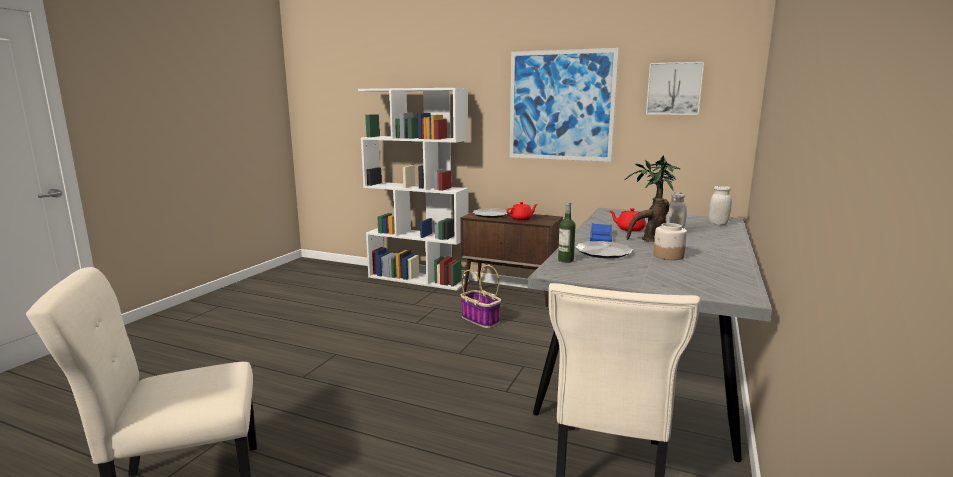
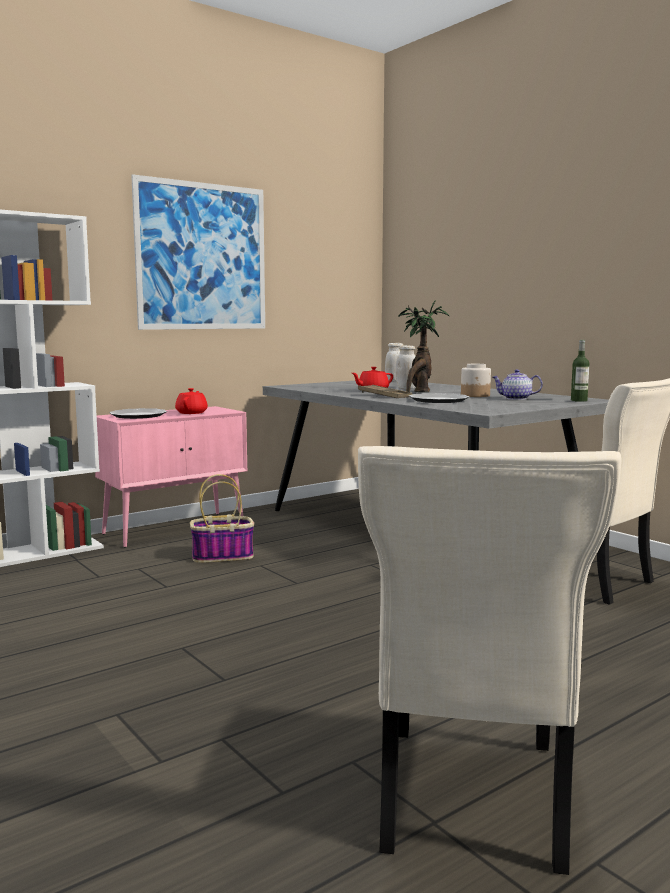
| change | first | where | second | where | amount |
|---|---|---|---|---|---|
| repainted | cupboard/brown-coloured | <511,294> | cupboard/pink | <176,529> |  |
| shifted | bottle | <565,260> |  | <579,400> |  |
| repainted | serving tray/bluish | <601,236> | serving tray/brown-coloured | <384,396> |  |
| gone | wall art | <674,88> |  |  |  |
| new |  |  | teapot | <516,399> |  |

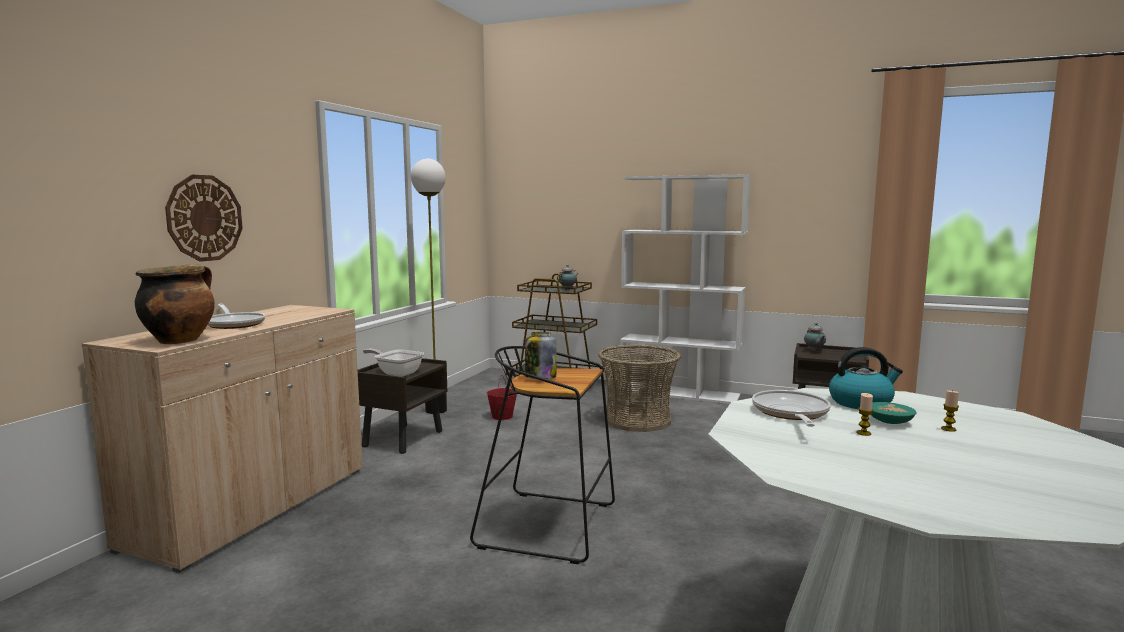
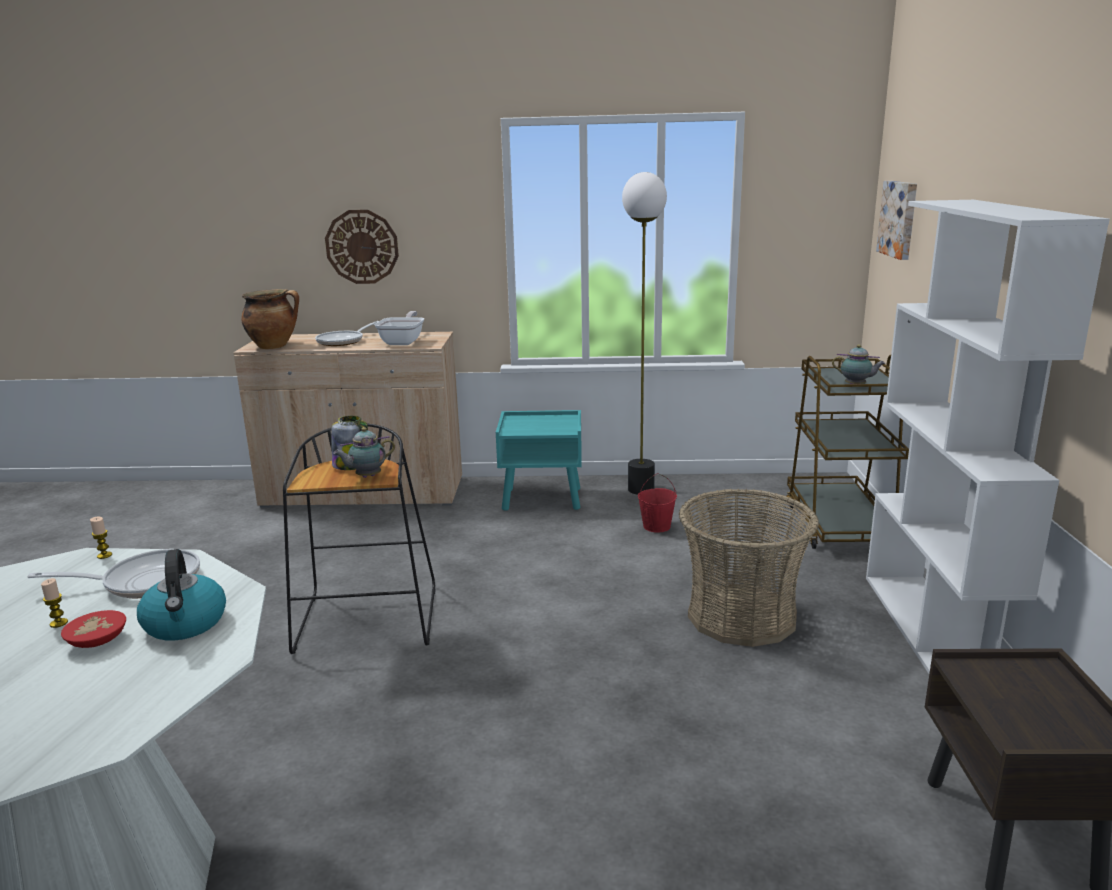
| change | first | where | second | where | amount |
|---|---|---|---|---|---|
| repainted | night table/brown-coloured | <403,438> | night table/blue-green | <543,499> |  |
| shifted | pan | <396,373> |  | <403,342> |  |
| shifted | teapot | <814,351> |  | <366,477> |  |
| repainted | serving bowl/blue-green | <891,422> | serving bowl/red-coloured | <95,642> |  |
| shifted | candle | <948,429> |  | <104,555> |  |
| new |  |  | wall art | <900,219> |  |

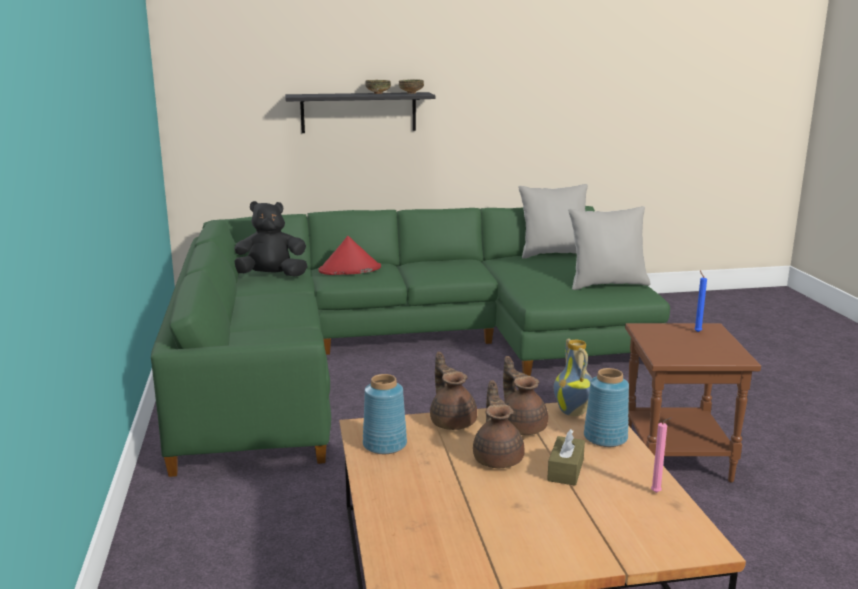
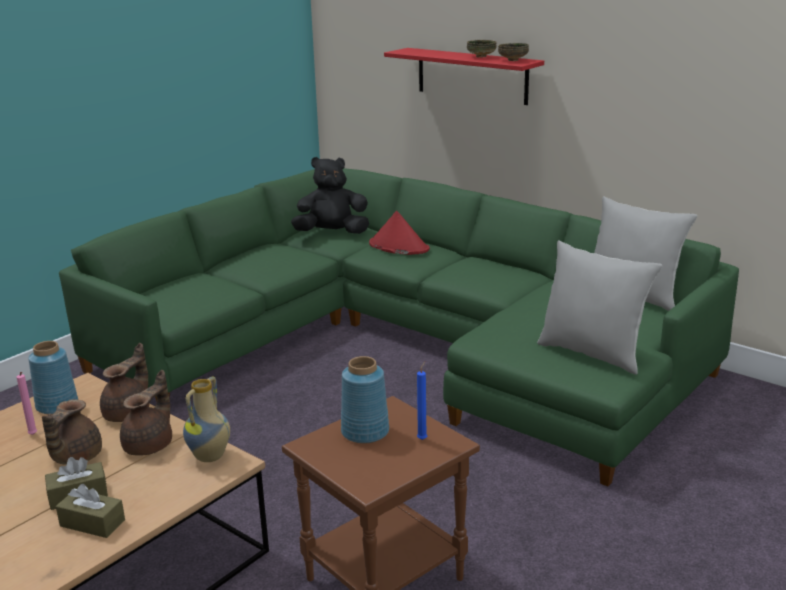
| change | first | where | second | where | amount |
|---|---|---|---|---|---|
| rotated | cuddly toy/blackish | <270,276> |  | <332,233> | 45 degrees counterclockwise |
| repainted | shelf/blackish | <358,112> | shelf/red-coloured | <472,75> |  |
| rotated | teapot/brown-coloured | <498,458> |  | <75,457> | 150 degrees clockwise |
| shifted | flower vase/bluish | <605,437> |  | <365,431> |  |
| shifted | candle/pink | <657,492> |  | <33,435> |  |
| new |  |  | tissue holder/brown-coloured | <92,523> |  |

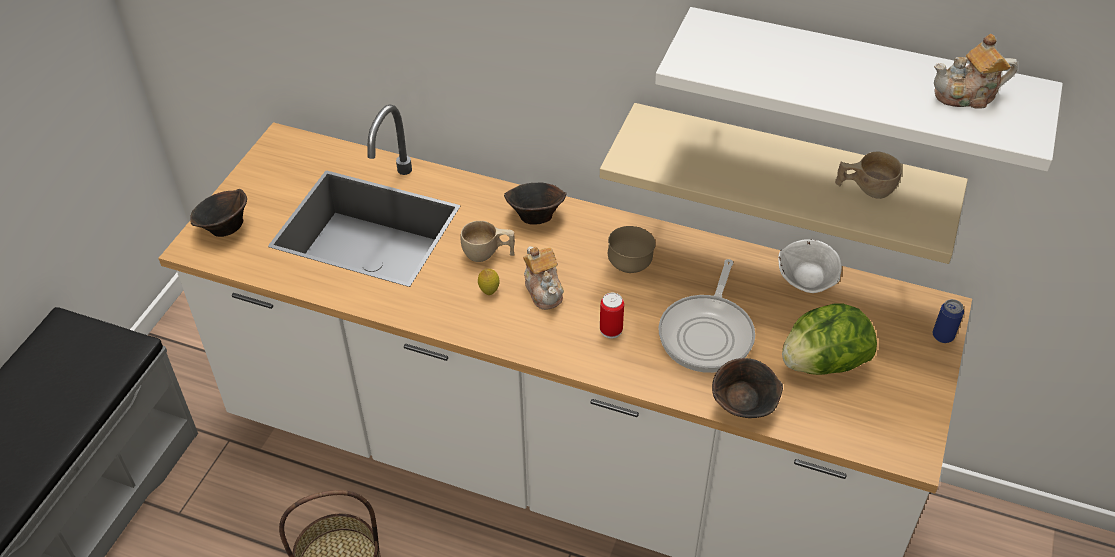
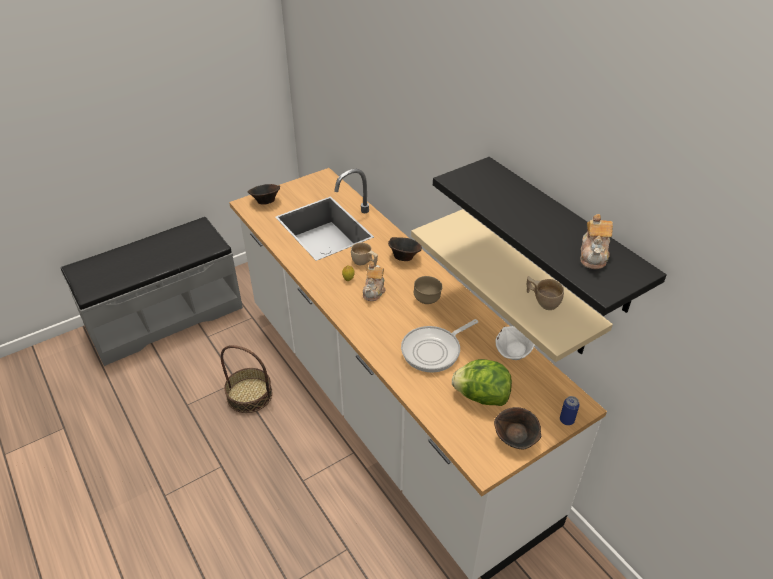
| change | first | where | second | where | amount |
|---|---|---|---|---|---|
| gone | metal can | <611,330> |  |  |  |
| repainted | shelf/white | <860,83> | shelf/blackish | <562,235> |  |
| shifted | serving bowl/brown-coloured | <744,405> |  | <516,439> |  |
| rotated | teapot | <967,95> |  | <593,255> | 105 degrees counterclockwise |

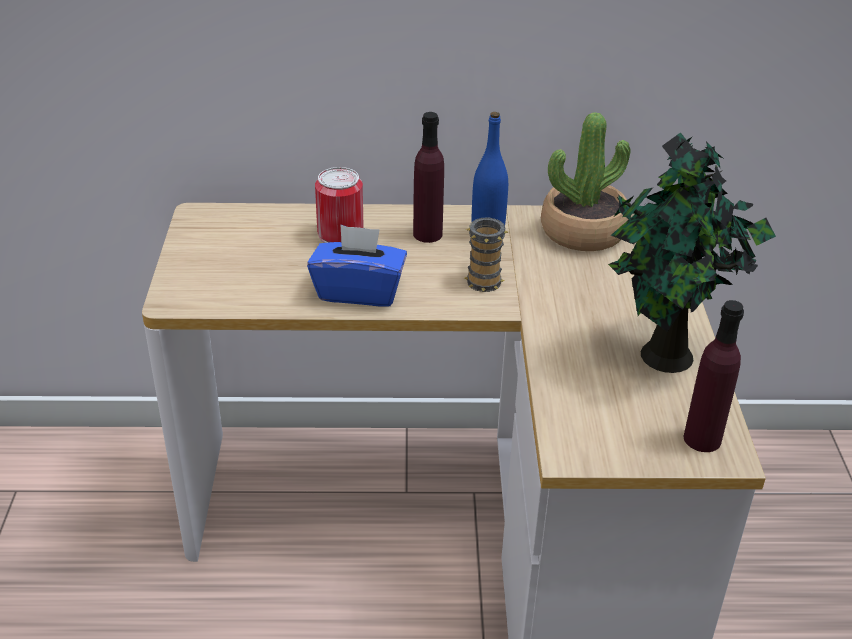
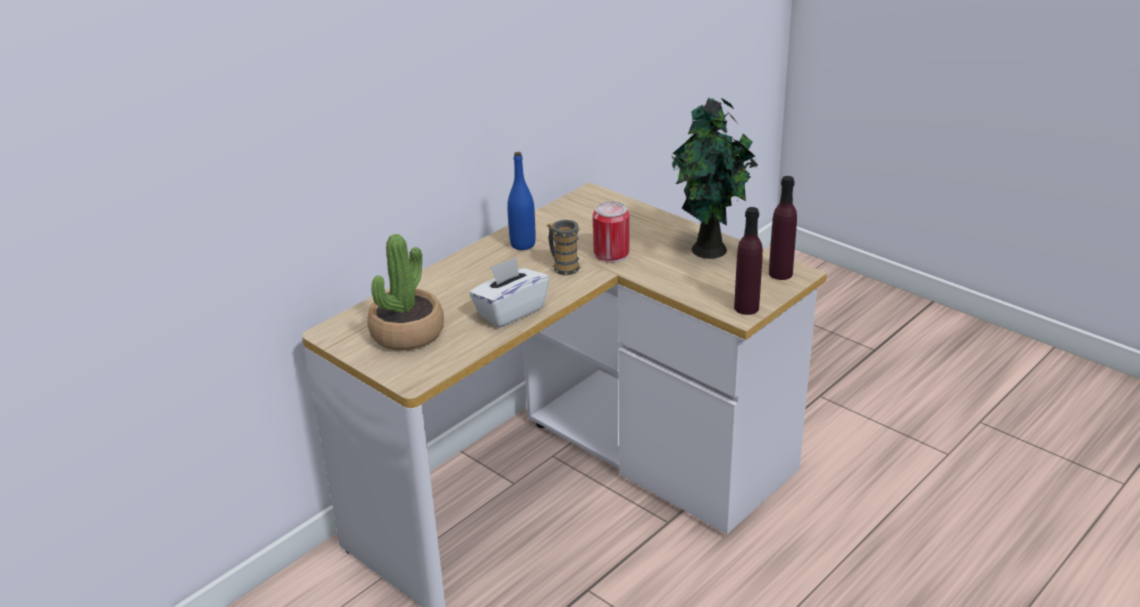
| change | first | where | second | where | amount |
|---|---|---|---|---|---|
| repainted | tissue holder/bluish | <359,291> | tissue holder/white | <510,311> |  |
| shifted | metal can | <340,234> |  | <611,253> |  |
| shifted | bottle/purple | <427,234> |  | <746,308> |  |
| shifted | plant in a pot | <583,231> |  | <407,333> |  |

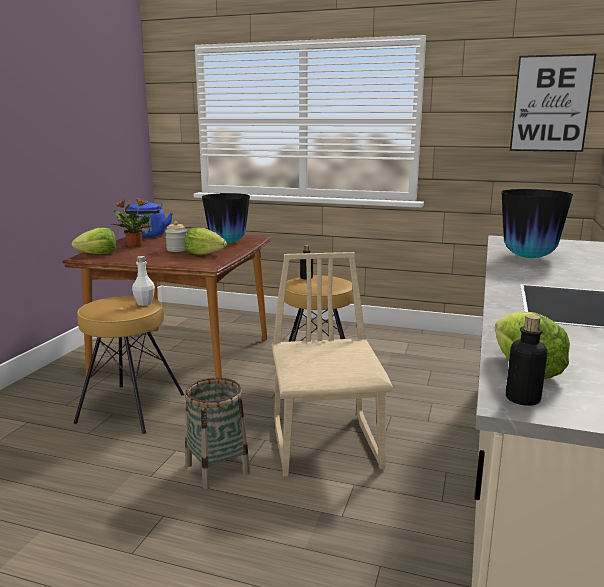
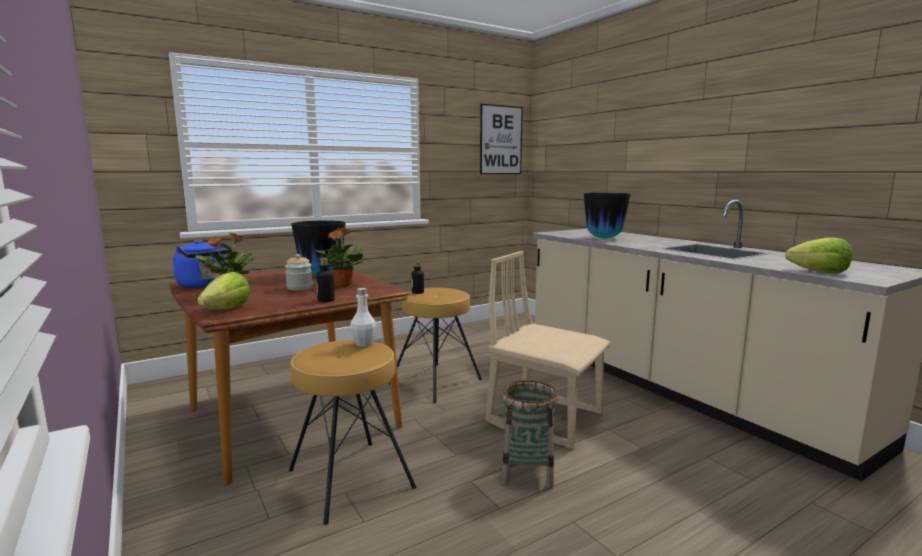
| change | first | where | second | where | amount |
|---|---|---|---|---|---|
| swapped | lettuce head | <204,254> | plant in a pot | <342,285> |  |
| shifted | bottle | <522,399> |  | <326,300> |  |

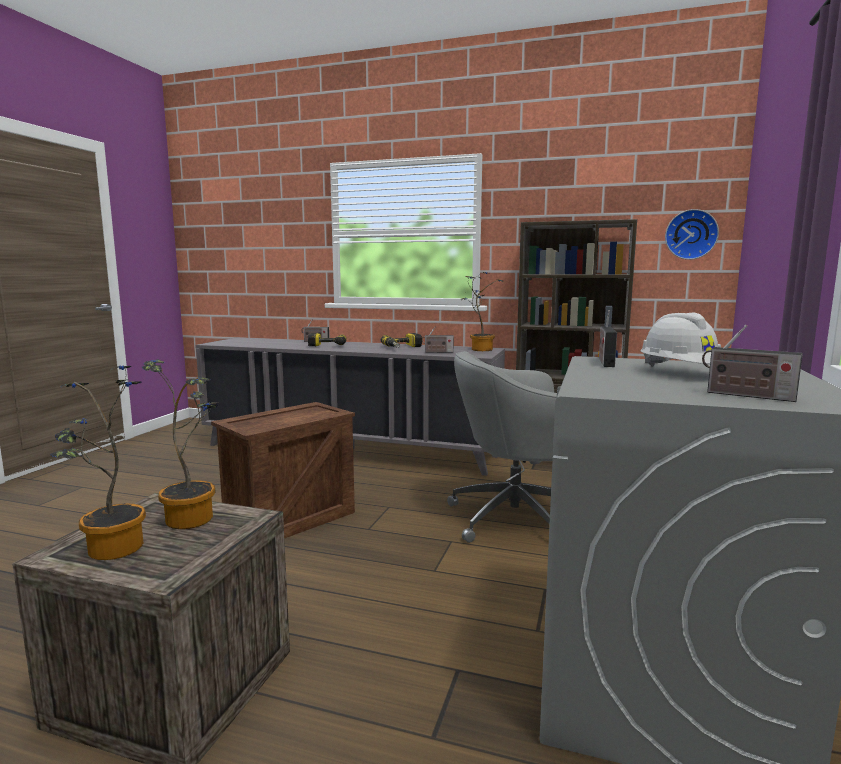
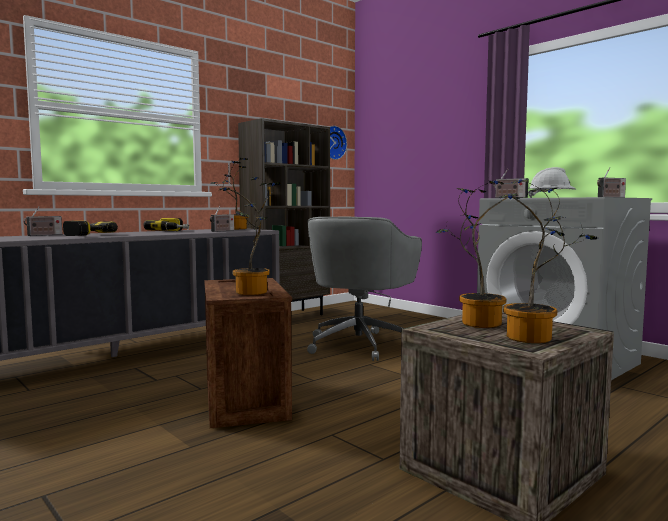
| change | first | where | second | where | amount |
|---|---|---|---|---|---|
| new |  |  | plant in a pot | <252,293> |  |

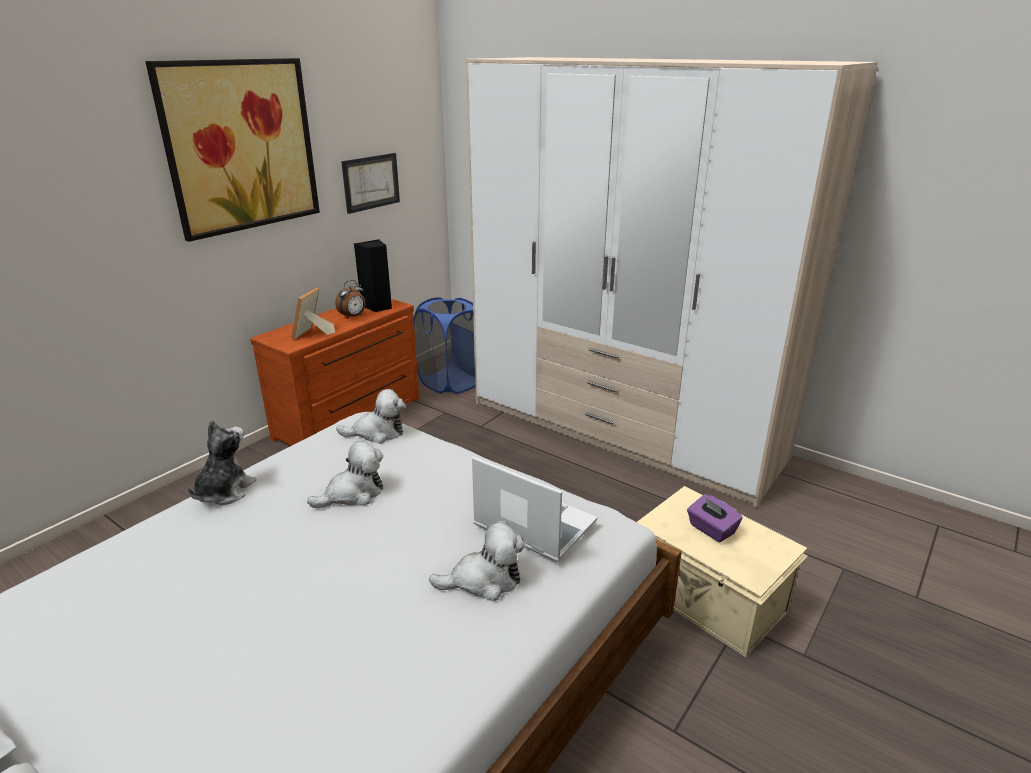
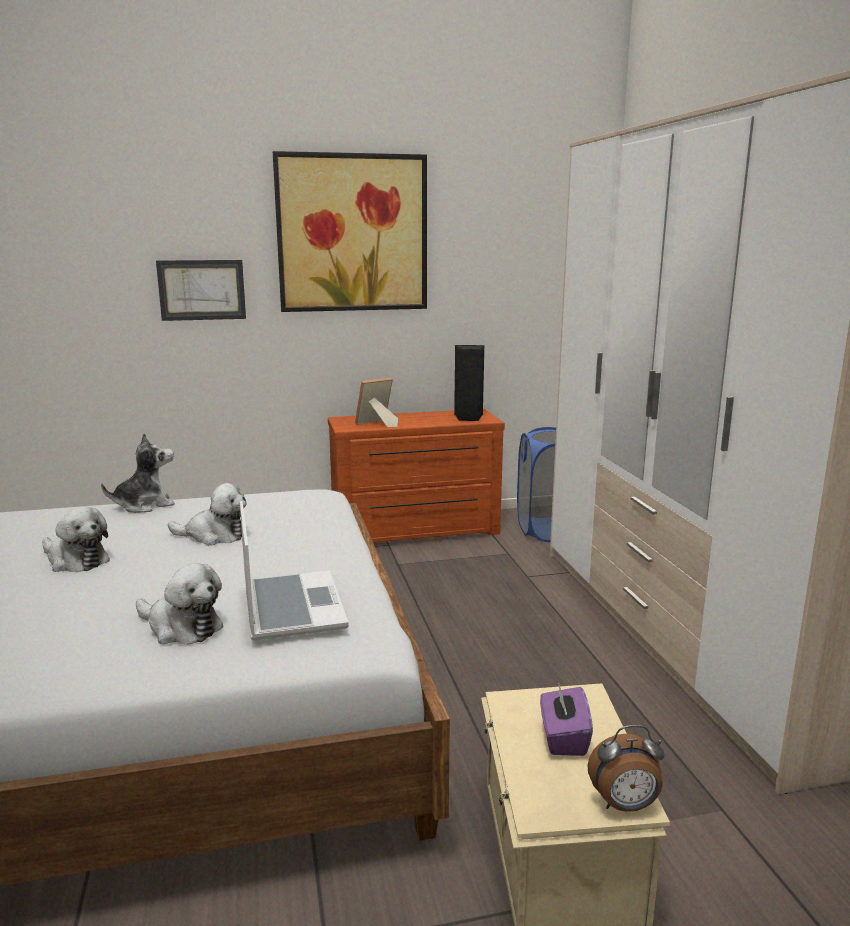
| change | first | where | second | where | amount |
|---|---|---|---|---|---|
| shifted | bedside clock | <353,316> |  | <625,805> |  |
| shifted | cuddly toy | <377,433> |  | <75,560> |  |
| shifted | wall art | <371,182> |  | <202,290> |  |

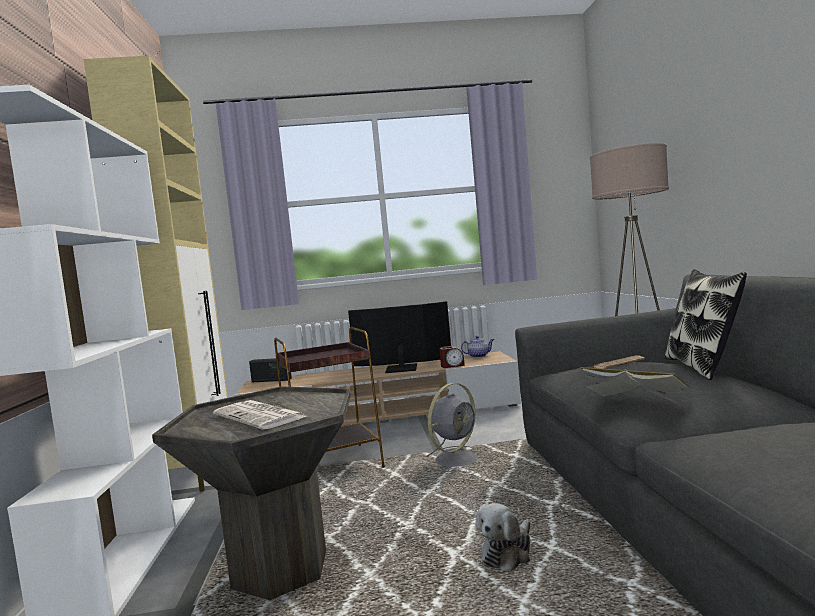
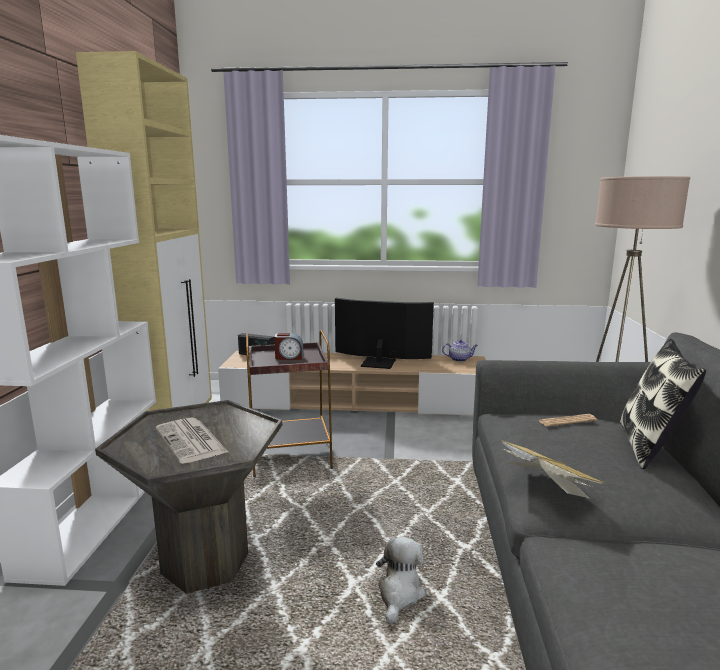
| change | first | where | second | where | amount |
|---|---|---|---|---|---|
| gone | cooling fan/greyish | <457,459> |  |  |  |
| shifted | bedside clock | <452,366> |  | <289,357> |  |
| rotated | cuddly toy | <508,553> |  | <399,594> | 150 degrees clockwise |

